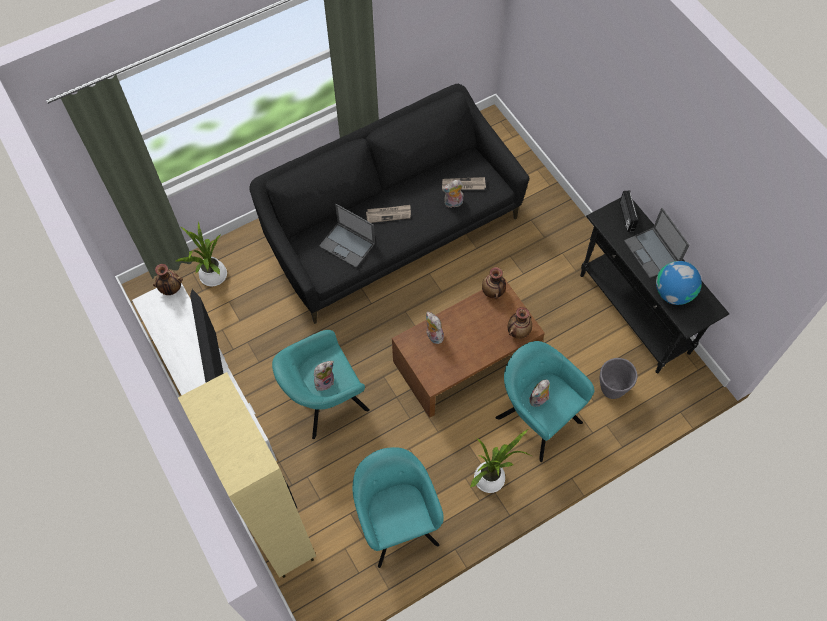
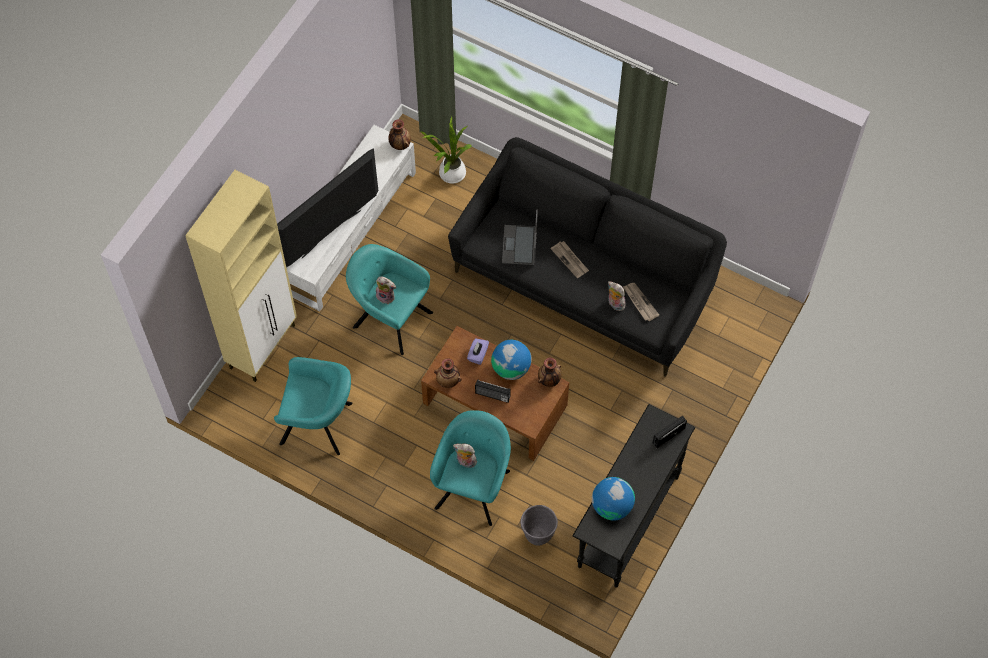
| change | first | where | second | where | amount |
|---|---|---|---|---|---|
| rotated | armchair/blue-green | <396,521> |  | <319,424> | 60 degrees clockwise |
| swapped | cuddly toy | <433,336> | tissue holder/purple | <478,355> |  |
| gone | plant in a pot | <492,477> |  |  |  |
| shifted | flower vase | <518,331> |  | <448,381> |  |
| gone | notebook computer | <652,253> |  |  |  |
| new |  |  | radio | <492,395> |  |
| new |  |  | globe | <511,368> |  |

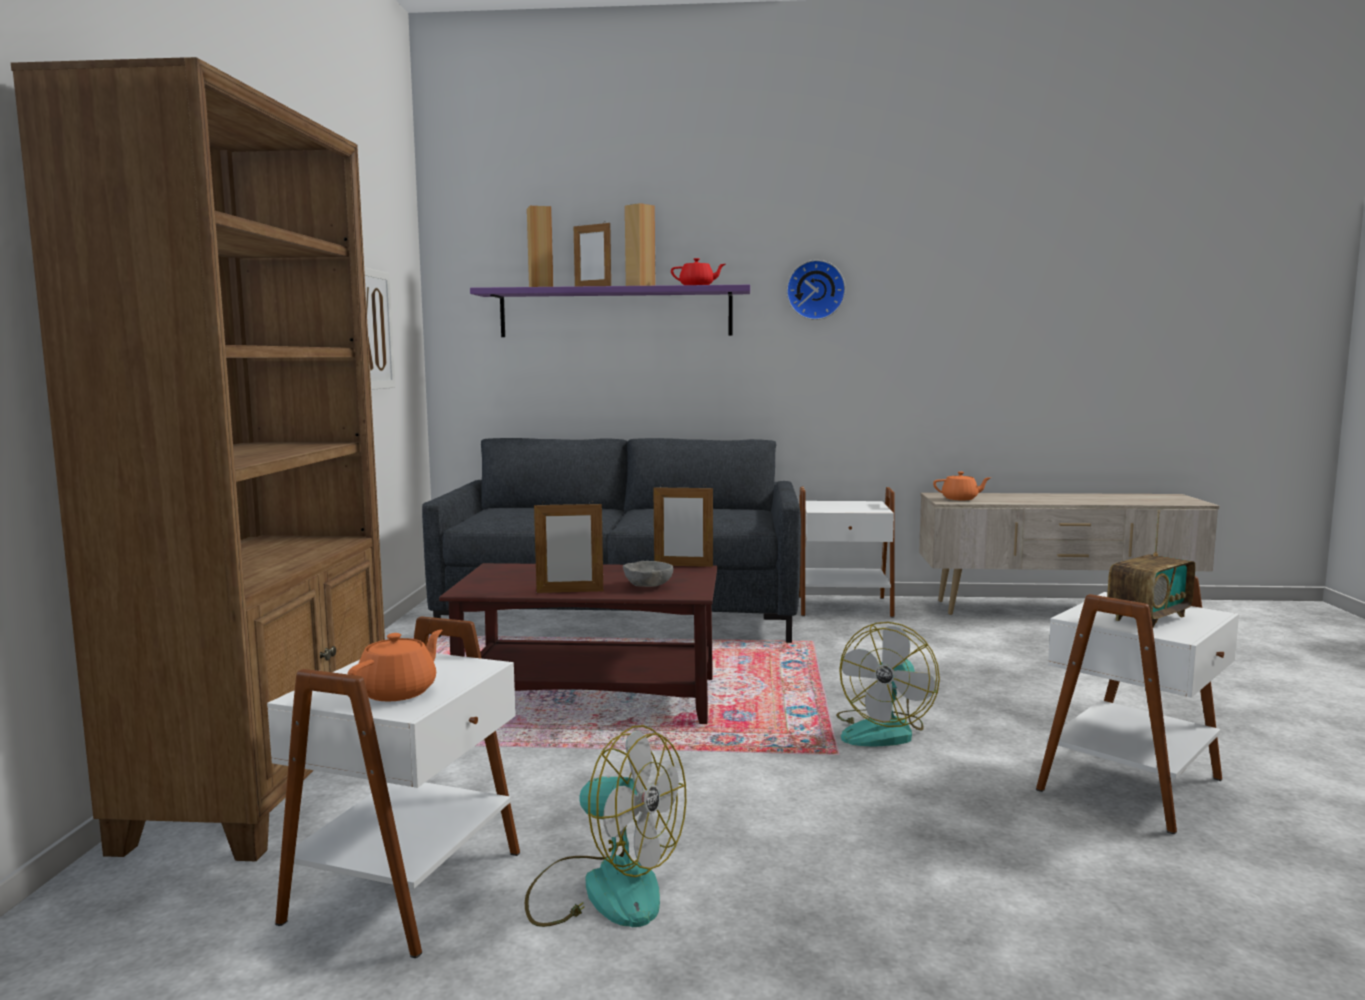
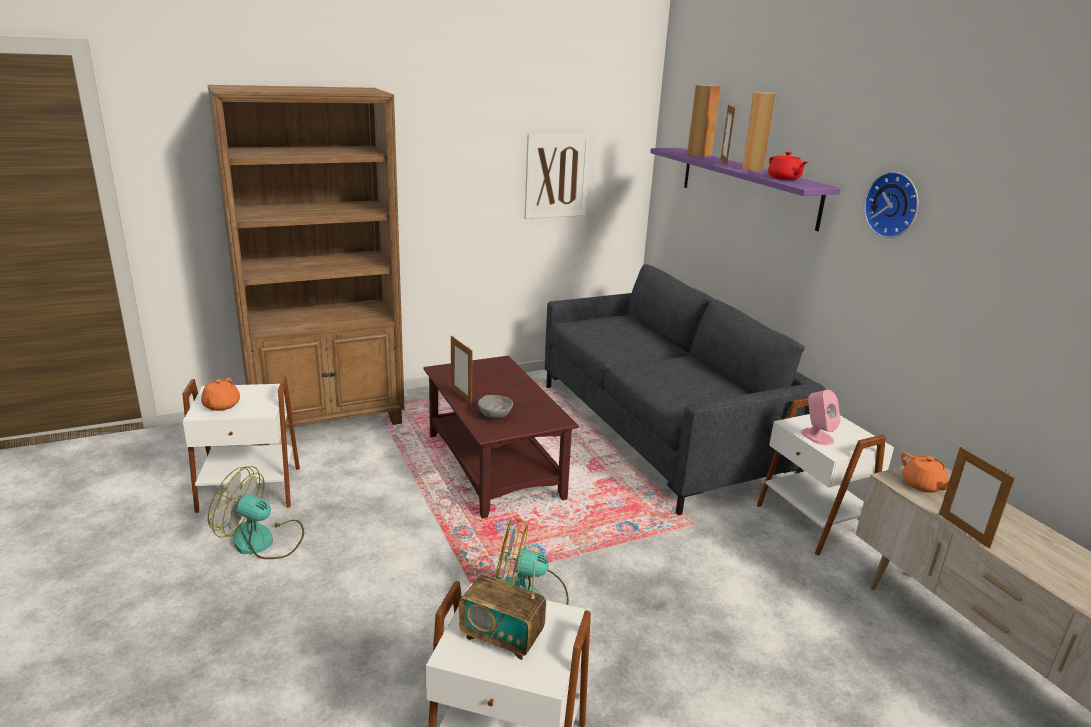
| change | first | where | second | where | amount |
|---|---|---|---|---|---|
| rotated | teapot/orange | <399,692> |  | <221,405> | 90 degrees clockwise |
| rotated | cooling fan | <603,889> |  | <263,541> | 105 degrees clockwise |
| shifted | standing frame | <683,565> |  | <963,530> |  |
| new |  |  | audio speaker/pink | <816,436> |  |

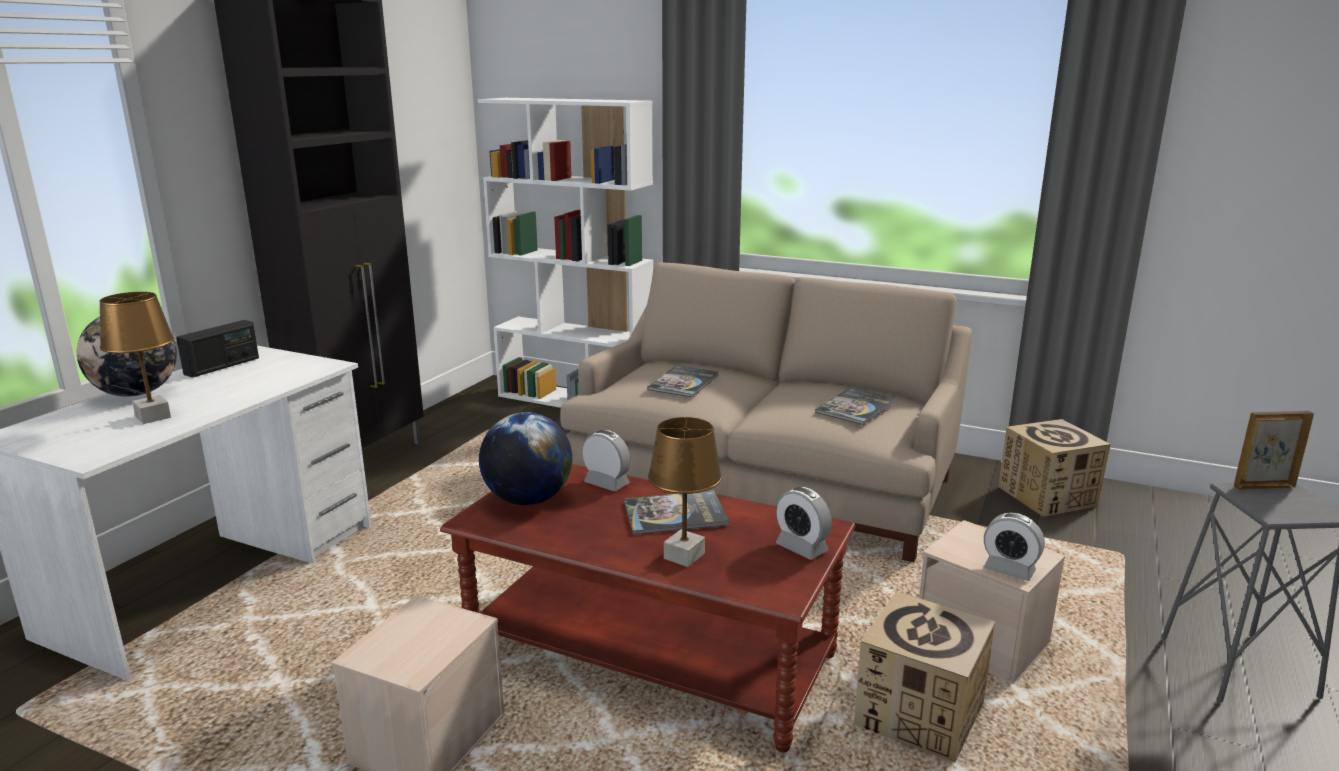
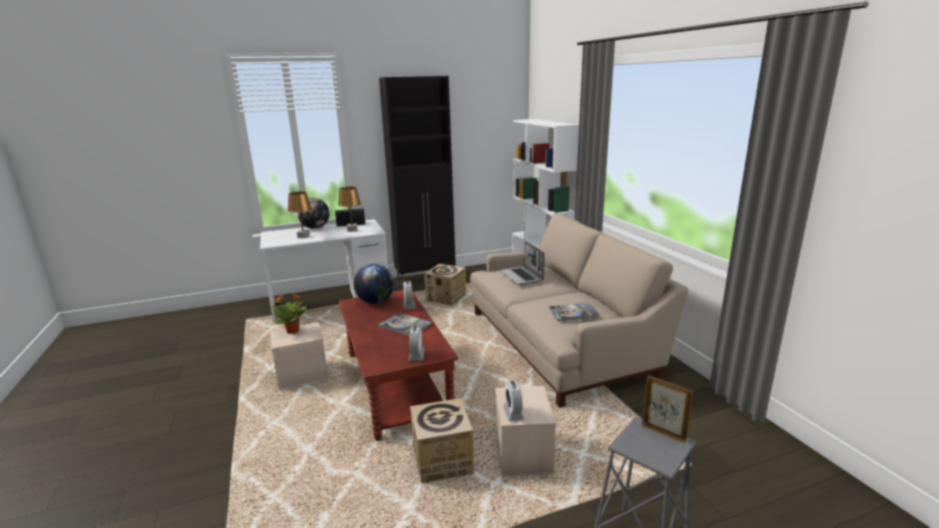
| change | first | where | second | where | amount |
|---|---|---|---|---|---|
| swapped | book | <683,382> | notebook computer | <522,276> |  |
| shifted | lamp for a table/brown-coloured | <684,555> |  | <352,230> |  |
| shifted | cardboard box | <1047,496> |  | <446,298> |  |
| new |  |  | plant in a pot | <293,331> |  |

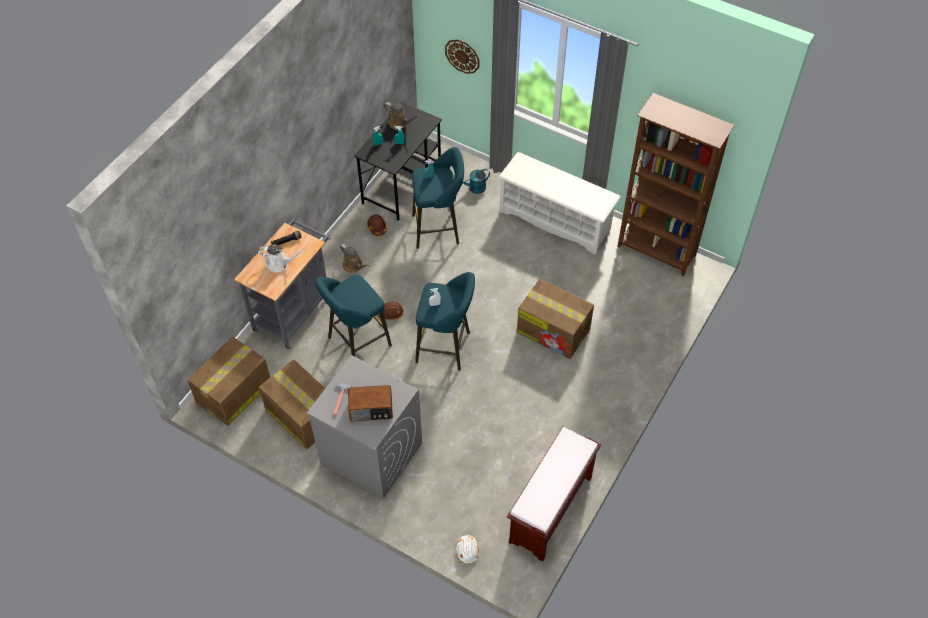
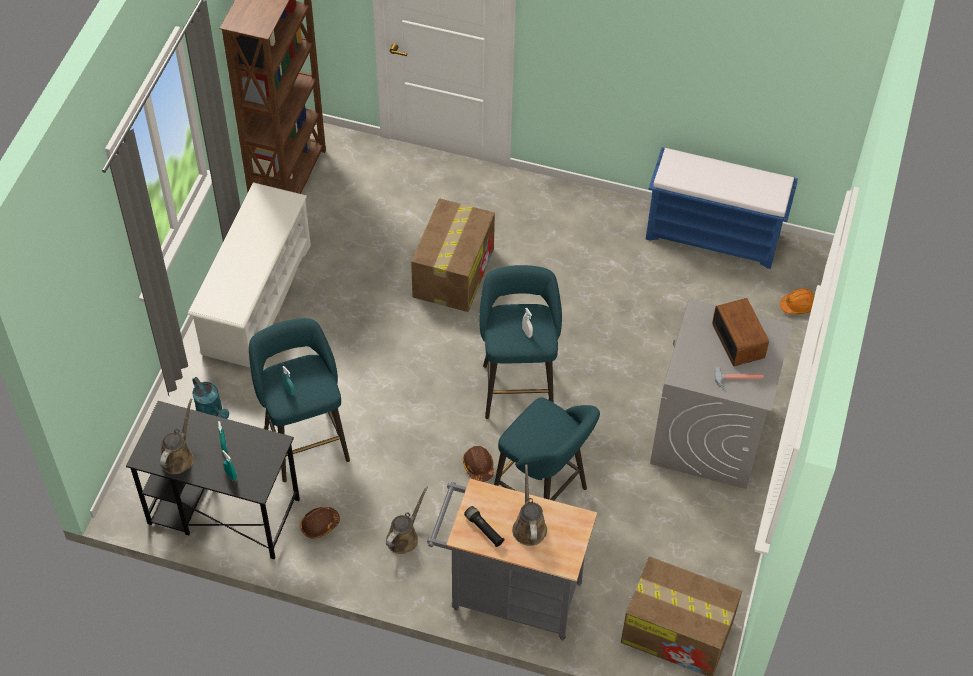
| change | first | where | second | where | amount |
|---|---|---|---|---|---|
| repainted | watering pot/white | <279,263> | watering pot/brown-coloured | <529,526> |  |
| gone | cardboard box | <302,414> |  |  |  |
| gone | hanging clock | <462,56> |  |  |  |
| repainted | work helmet/white | <467,551> | work helmet/orange | <798,305> |  |
| repainted | bench/brown-coloured | <550,510> | bench/bluish | <714,236> |  |

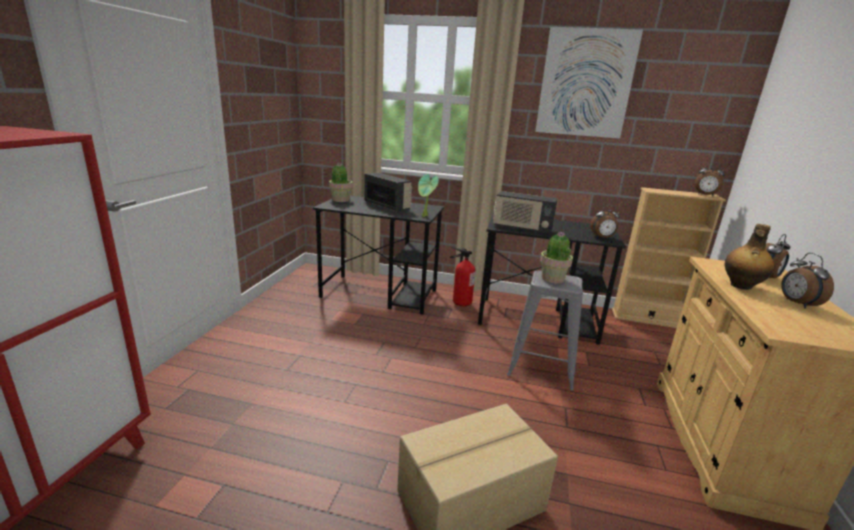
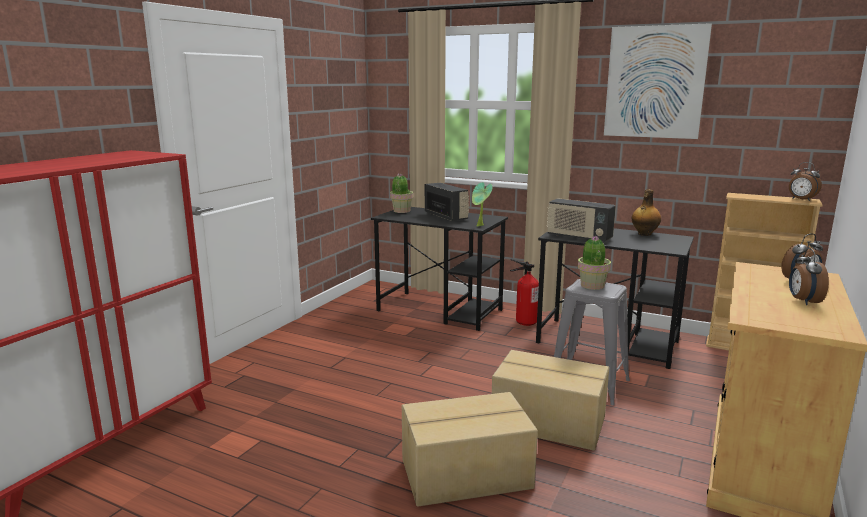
| change | first | where | second | where | amount |
|---|---|---|---|---|---|
| gone | bedside clock | <602,238> |  |  |  |
| shifted | bottle | <740,286> |  | <644,234> |  |
| new |  |  | cardboard box | <548,421> |  |

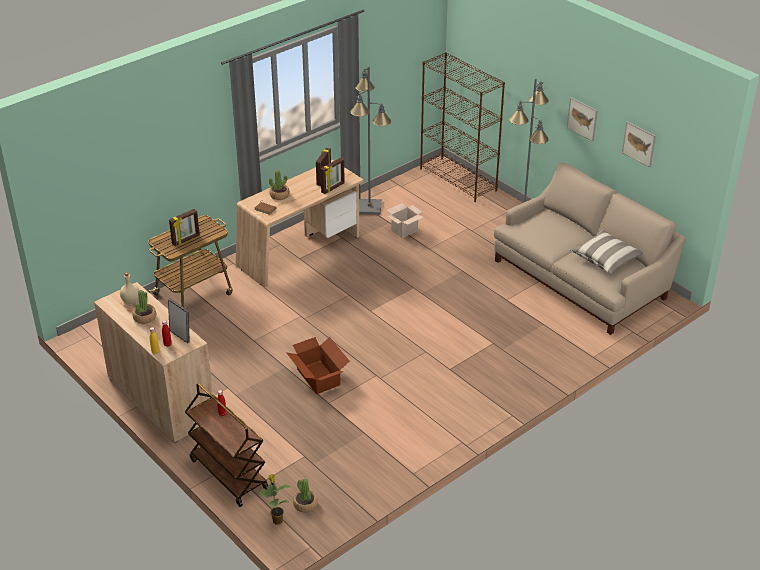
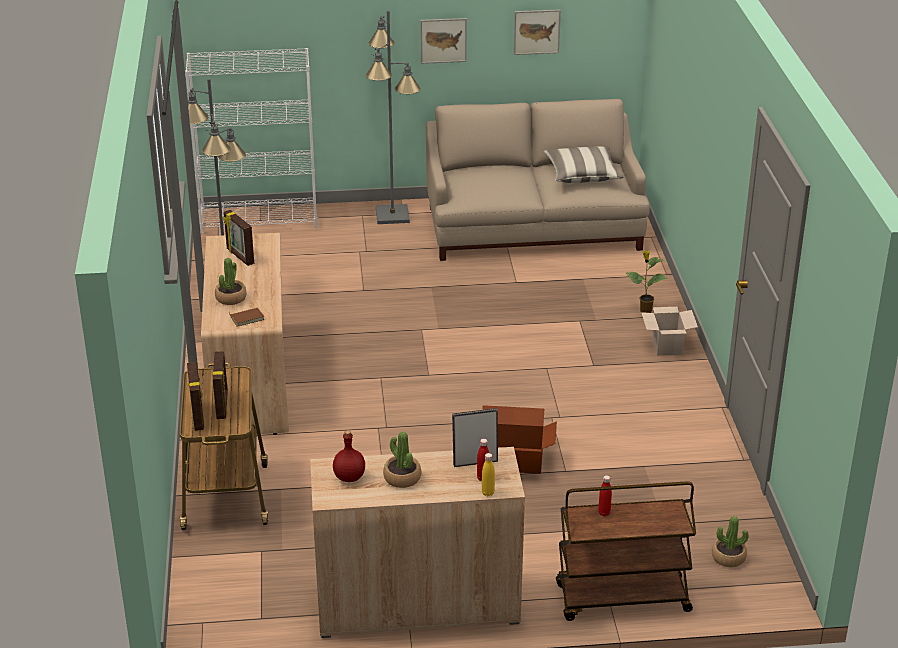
| change | first | where | second | where | amount |
|---|---|---|---|---|---|
| repainted | bottle/sand-coloured | <130,300> | bottle/red-coloured | <349,477> |  |
| shifted | plant in a pot | <277,520> |  | <645,311> |  |
| shifted | standing frame | <333,188> |  | <198,416> |  |
| shifted | cardboard box | <404,230> |  | <666,346> |  |
| repainted | bookcase/brown-coloured | <458,180> | bookcase/white | <260,219> |  |

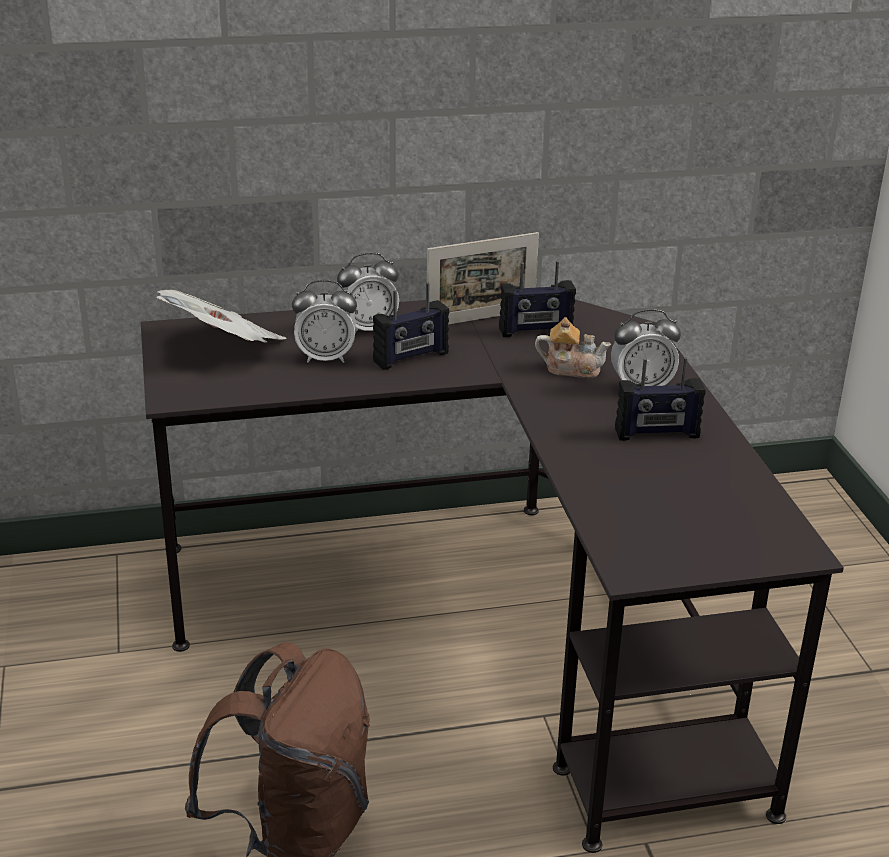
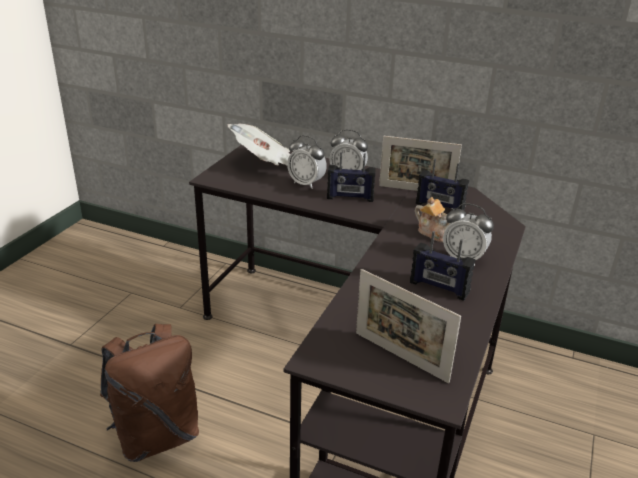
| change | first | where | second | where | amount |
|---|---|---|---|---|---|
| new |  |  | standing frame | <400,357> |  |

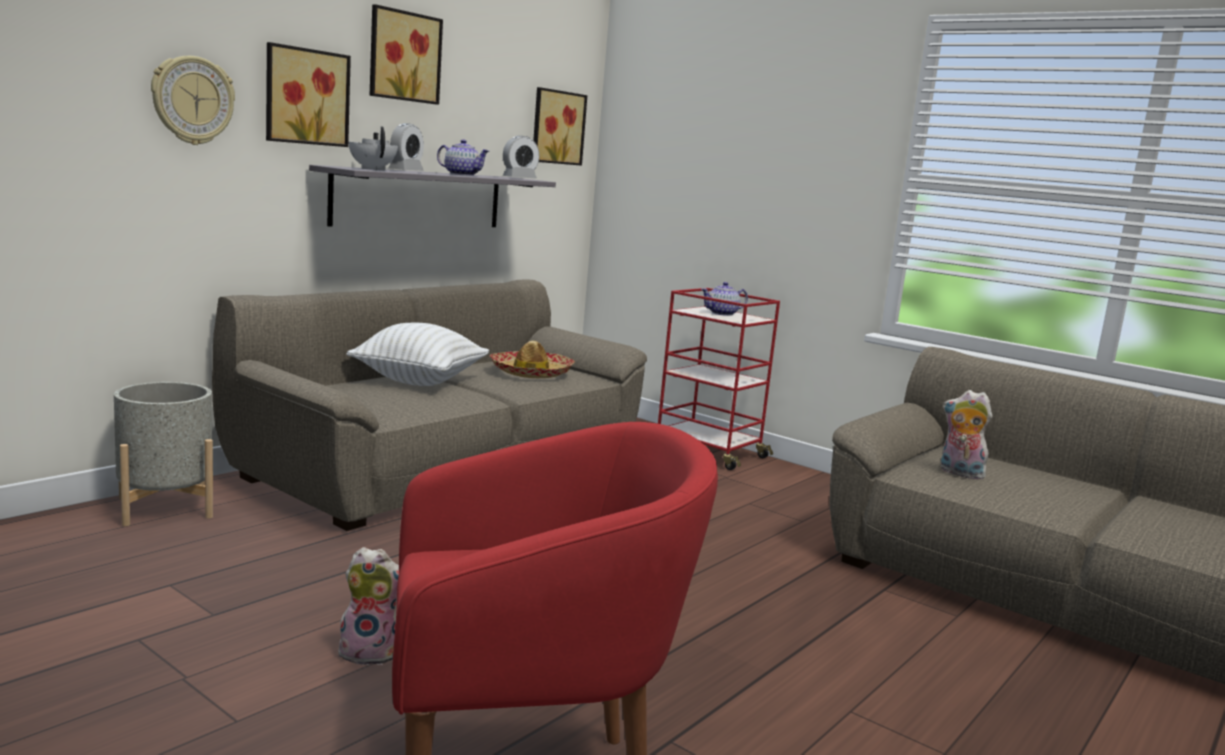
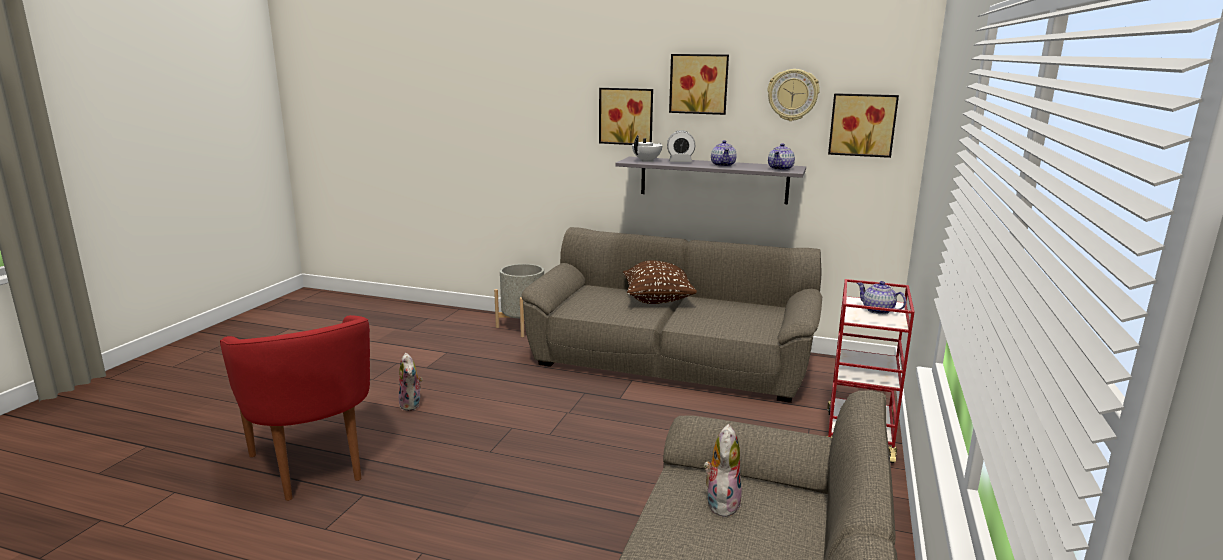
| change | first | where | second | where | amount |
|---|---|---|---|---|---|
| shifted | hanging clock | <192,100> |  | <793,95> |  |
| repainted | cushion/white | <419,381> | cushion/brown-coloured | <657,300> |  |
| gone | hat | <531,373> |  |  |  |
| swapped | bedside clock | <519,178> | teapot | <780,169> |  |

